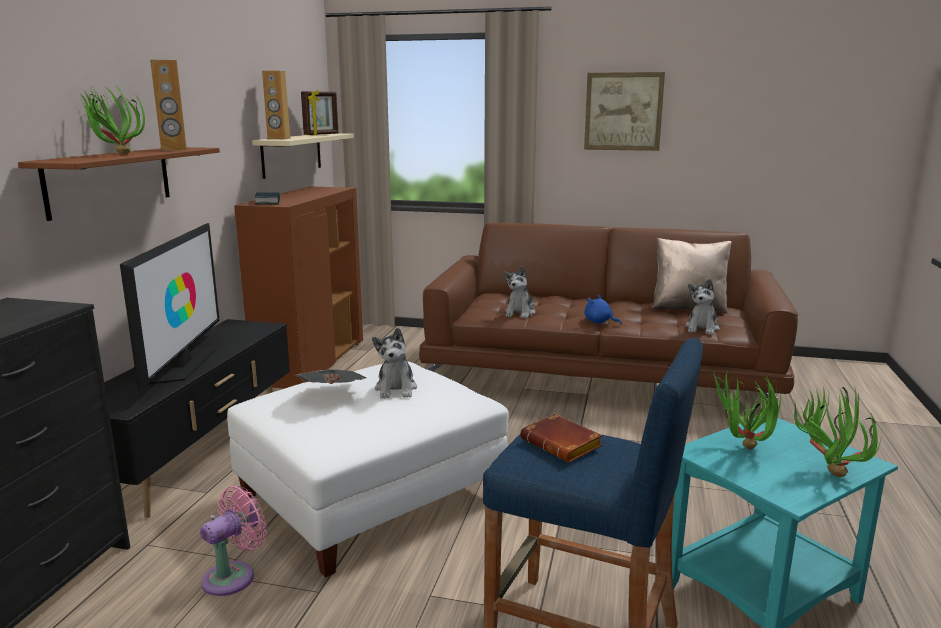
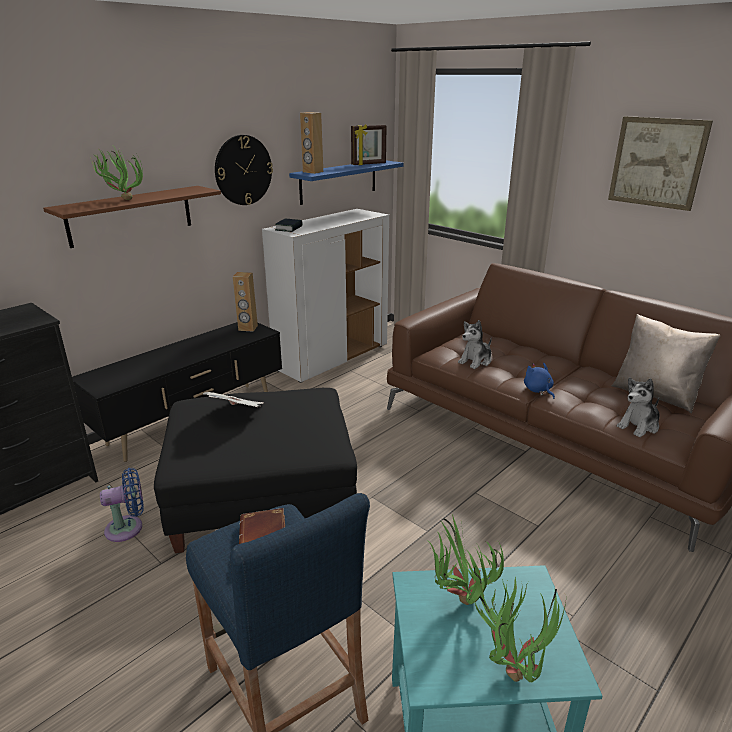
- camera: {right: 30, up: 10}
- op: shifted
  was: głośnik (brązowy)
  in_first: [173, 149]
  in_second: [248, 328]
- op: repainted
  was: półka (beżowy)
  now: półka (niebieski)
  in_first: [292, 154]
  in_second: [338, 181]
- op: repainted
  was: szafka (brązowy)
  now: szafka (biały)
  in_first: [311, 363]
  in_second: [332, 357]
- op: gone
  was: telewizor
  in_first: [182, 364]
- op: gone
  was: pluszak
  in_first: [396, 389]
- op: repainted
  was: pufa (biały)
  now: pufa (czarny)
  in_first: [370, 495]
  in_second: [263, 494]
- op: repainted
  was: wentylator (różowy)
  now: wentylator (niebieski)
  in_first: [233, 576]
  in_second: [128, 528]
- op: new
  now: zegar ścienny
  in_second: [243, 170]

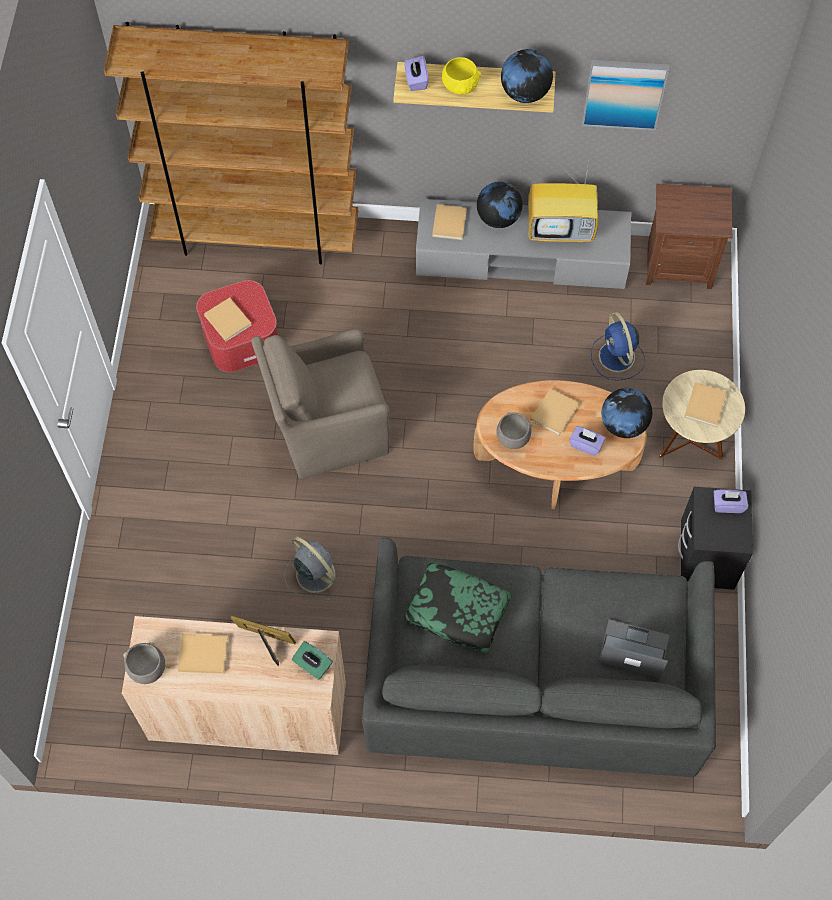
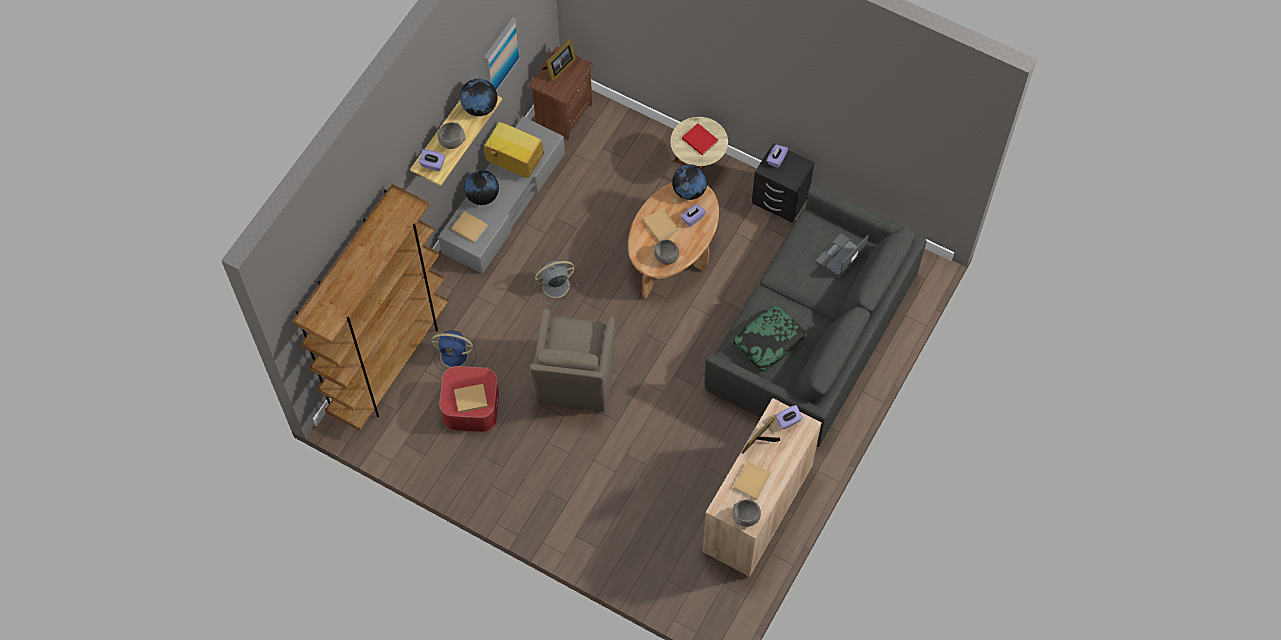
- camera: {right: -65, up: 0}
- op: repainted
  was: miska (żółty)
  now: miska (szary)
  in_first: [460, 86]
  in_second: [452, 141]
- op: rotated
  was: telewizor
  in_first: [561, 229]
  in_second: [513, 163]
  clockwise: -90
- op: shifted
  was: wentylator (niebieski)
  in_first: [617, 358]
  in_second: [455, 355]
- op: repainted
  was: książka (beżowy)
  now: książka (czerwony)
  in_first: [705, 404]
  in_second: [699, 139]
- op: shifted
  was: wentylator (szary)
  in_first: [314, 573]
  in_second: [554, 286]
- op: repainted
  was: pudełko chusteczek (zielony)
  now: pudełko chusteczek (fioletowy)
  in_first: [312, 665]
  in_second: [788, 421]
- op: new
  now: ramka na zdjęcie
  in_second: [559, 68]

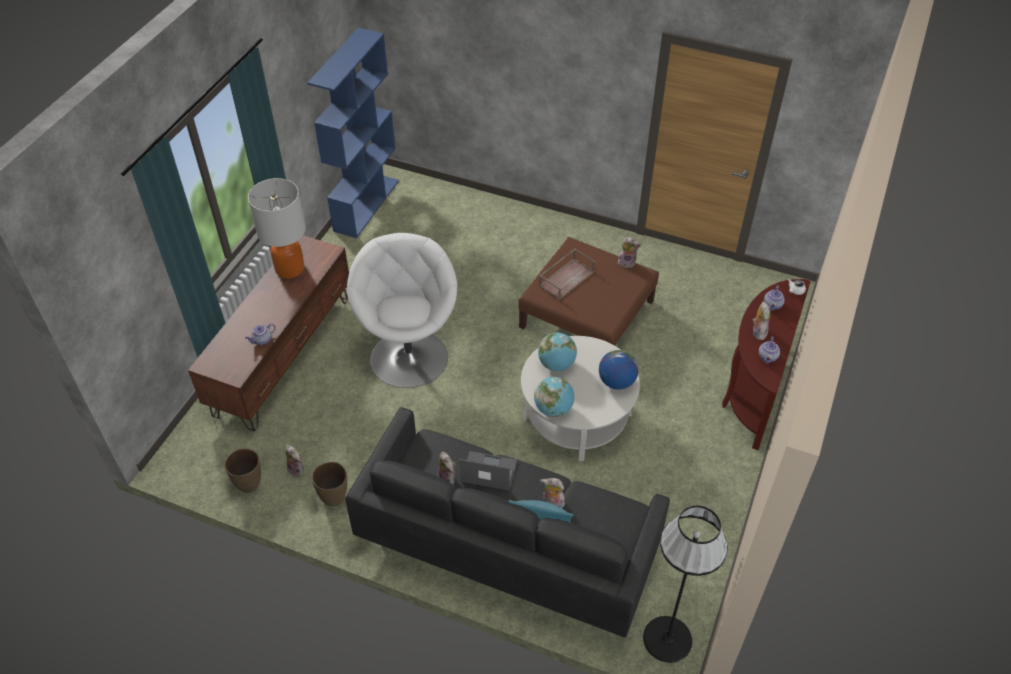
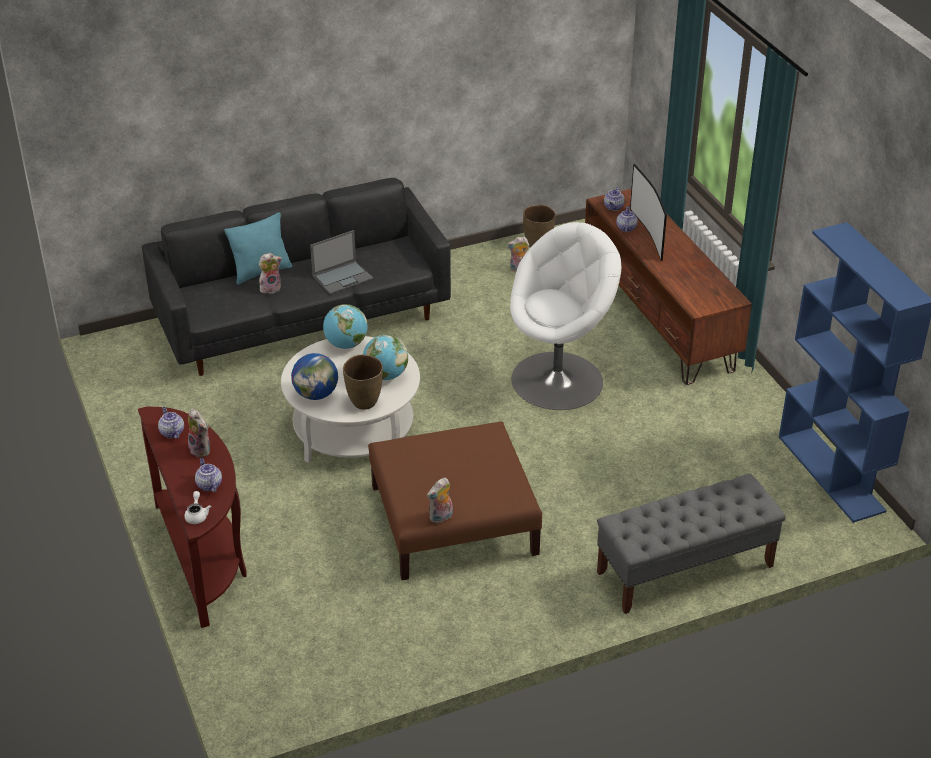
- camera: {right: 135, up: -10}
- op: gone
  was: lampa stołowa
  in_first: [290, 269]
- op: rotated
  was: fotel (biały)
  in_first: [409, 357]
  in_second: [559, 380]
  clockwise: -75
- op: gone
  was: taca (brązowy)
  in_first: [566, 278]
- op: gone
  was: pluszak
  in_first: [448, 479]
- op: shifted
  was: wazon (brązowy)
  in_first: [334, 497]
  in_second: [364, 402]
- op: gone
  was: lampa stojąca (czarny)
  in_first: [667, 639]
- op: new
  now: telewizor
  in_second: [649, 233]
- op: new
  now: imbryk
  in_second: [613, 207]
- op: new
  now: ławka (szary)
  in_second: [684, 569]

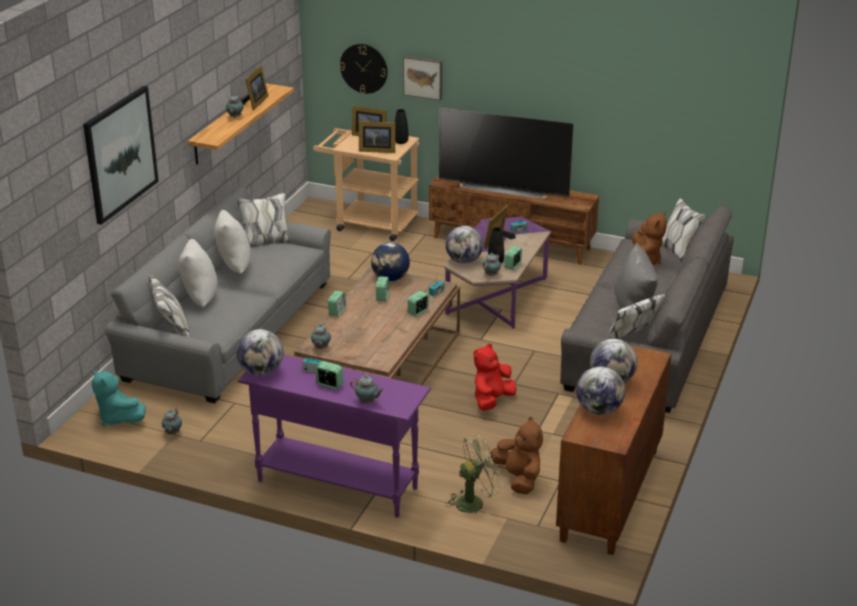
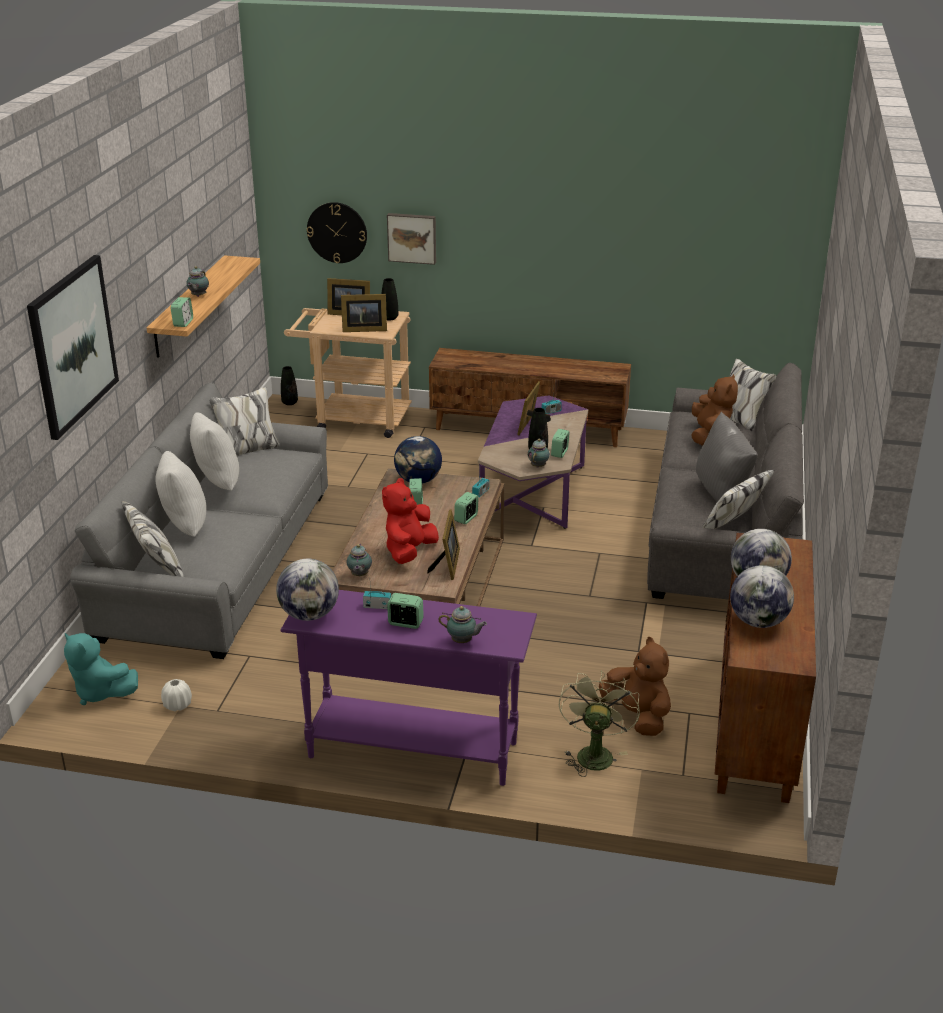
- camera: {right: -10, up: 0}
- op: shifted
  was: ramka na zdjęcie
  in_first: [255, 103]
  in_second: [447, 565]
- op: gone
  was: telewizor
  in_first: [504, 188]
- op: gone
  was: globus
  in_first: [464, 261]
- op: shifted
  was: budzik
  in_first: [337, 312]
  in_second: [183, 323]
- op: shifted
  was: pluszak (czerwony)
  in_first: [492, 400]
  in_second: [409, 552]
- op: swapped
  was: imbryk
  now: wazon (biały)
  in_first: [172, 433]
  in_second: [177, 705]
- op: rotated
  was: wentylator (zielony)
  in_first: [475, 502]
  in_second: [594, 753]
  clockwise: -45
- op: new
  now: wazon (czarny)
  in_second: [289, 403]

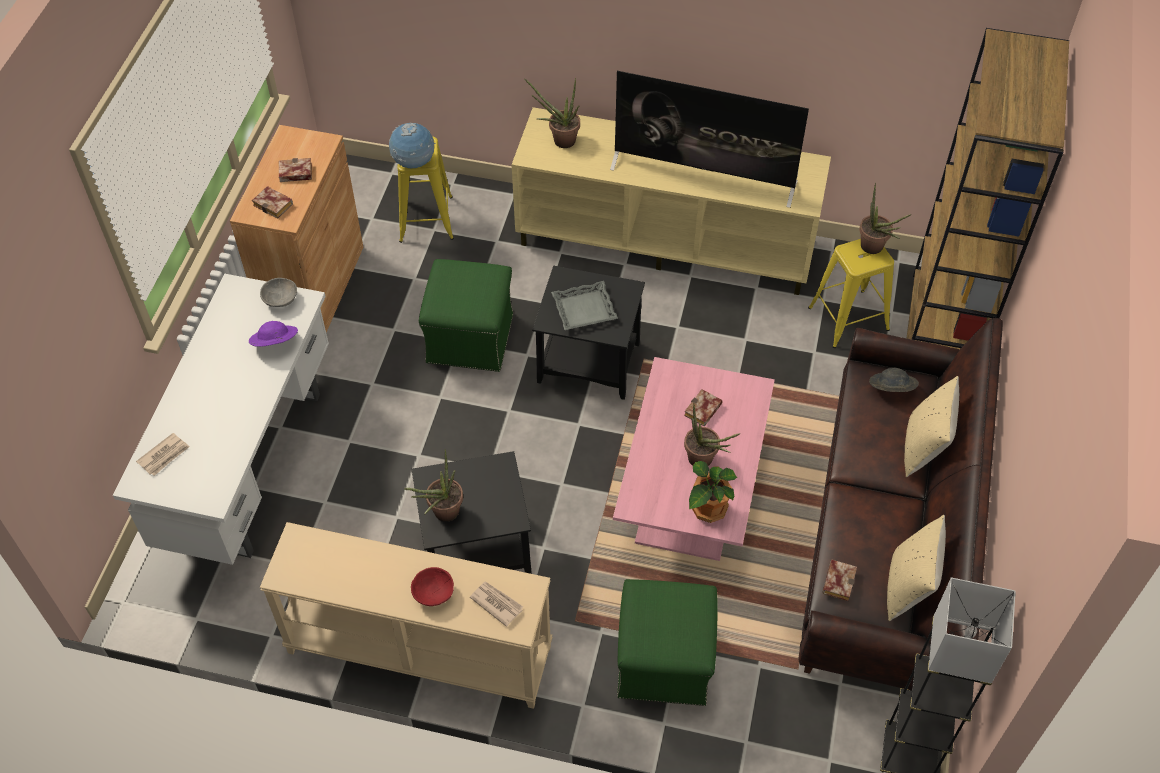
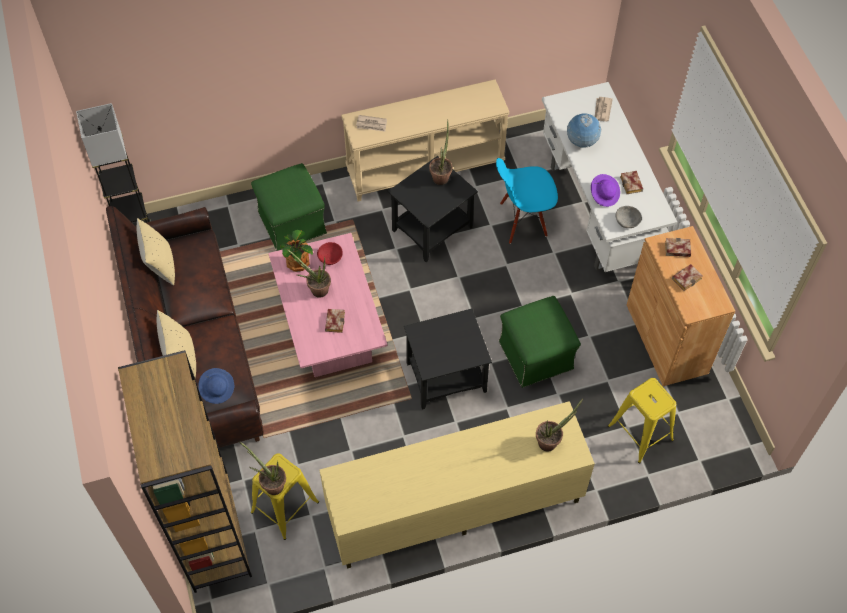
- camera: {right: 150, up: 5}
- op: gone
  was: telewizor
  in_first: [704, 175]
- op: shifted
  was: globus
  in_first: [414, 163]
  in_second: [581, 142]
- op: gone
  was: taca (szary)
  in_first: [584, 310]
- op: repainted
  was: kapelusz (szary)
  now: kapelusz (niebieski)
  in_first: [891, 389]
  in_second: [217, 389]
- op: shifted
  was: książka
  in_first: [838, 580]
  in_second: [632, 185]
- op: shifted
  was: miska (czerwony)
  in_first: [433, 593]
  in_second: [330, 257]
- op: new
  now: krzesło (niebieski)
  in_second: [522, 221]

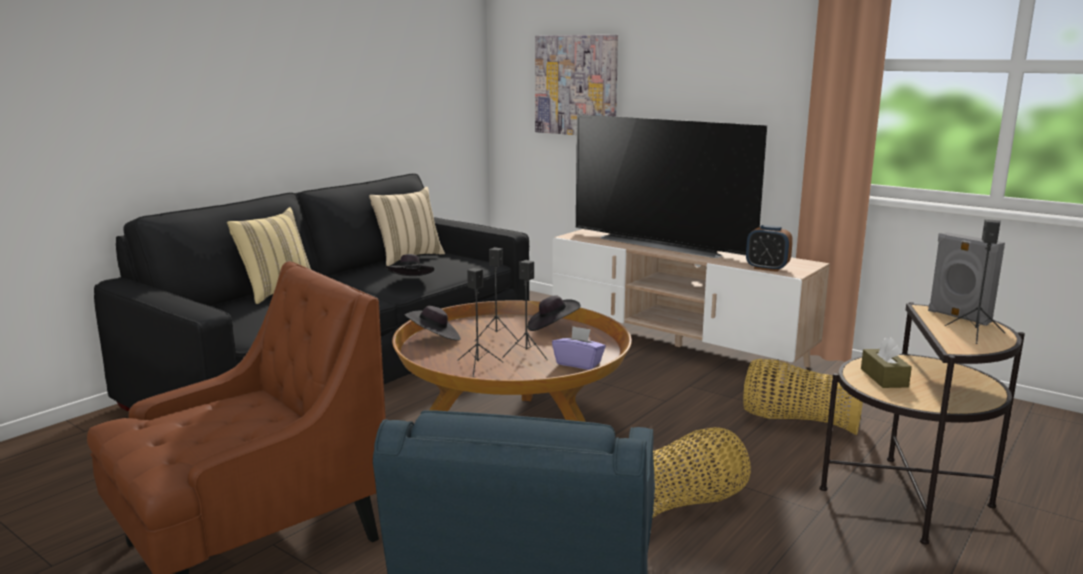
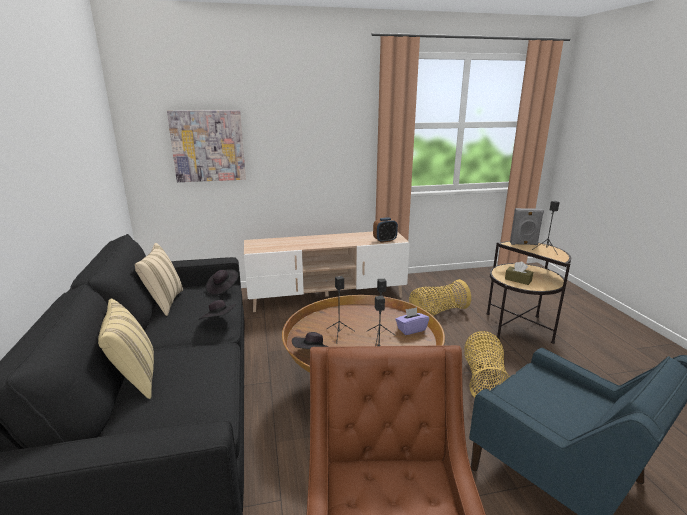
- camera: {right: -50, up: 5}
- op: gone
  was: telewizor
  in_first: [663, 244]
- op: shifted
  was: kapelusz (czarny)
  in_first: [552, 327]
  in_second: [222, 289]

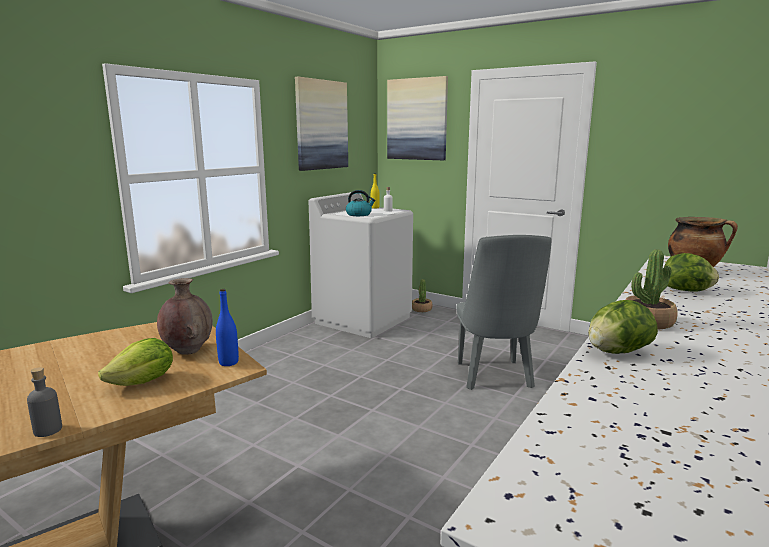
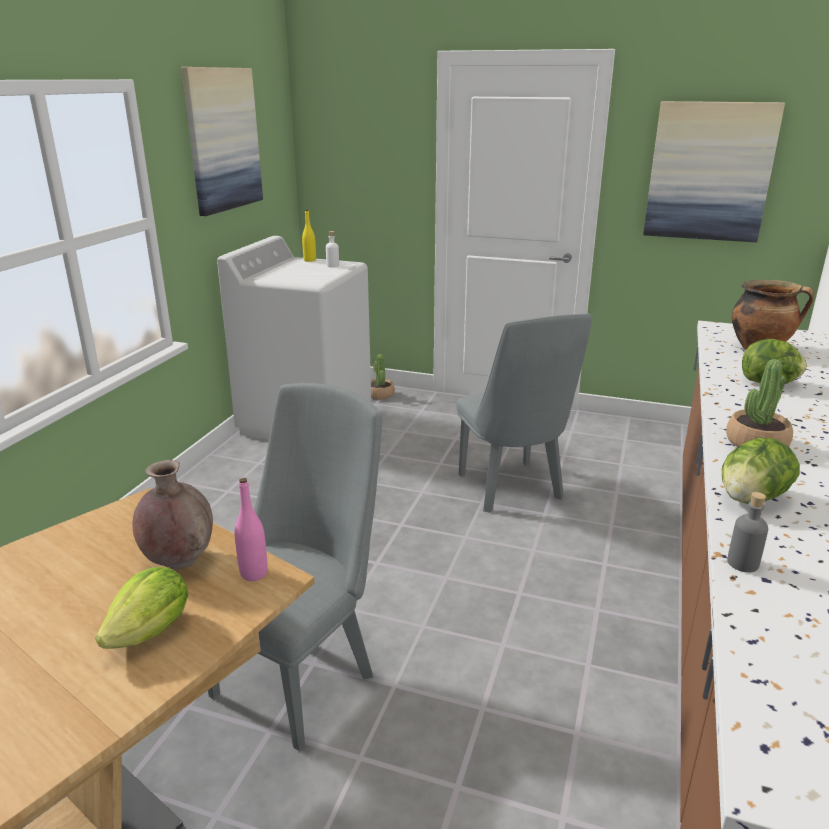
- camera: {right: -15, up: 10}
- op: shifted
  was: obraz
  in_first: [417, 119]
  in_second: [709, 172]
- op: gone
  was: czajnik
  in_first: [359, 214]
- op: repainted
  was: butelka (niebieski)
  now: butelka (różowy)
  in_first: [228, 362]
  in_second: [254, 573]
- op: shifted
  was: butelka (szary)
  in_first: [48, 430]
  in_second: [742, 563]
- op: new
  now: krzesło (szary)
  in_second: [301, 675]

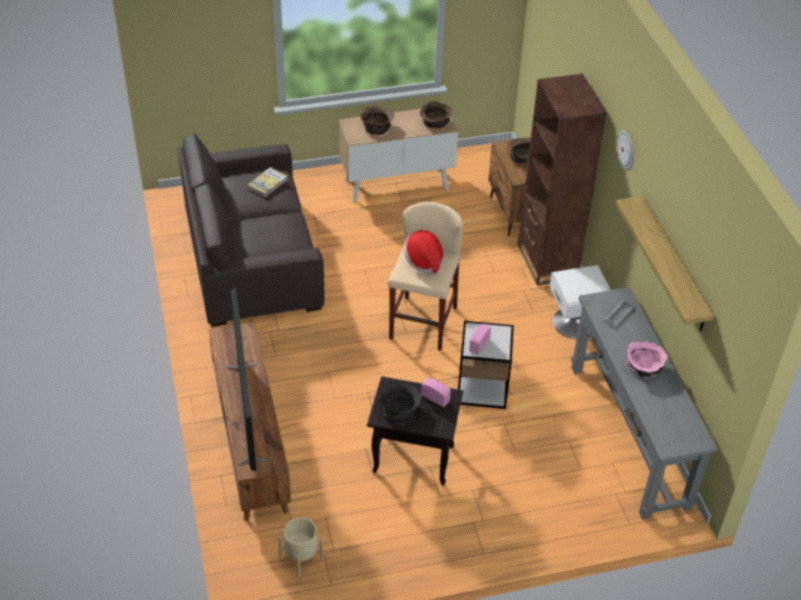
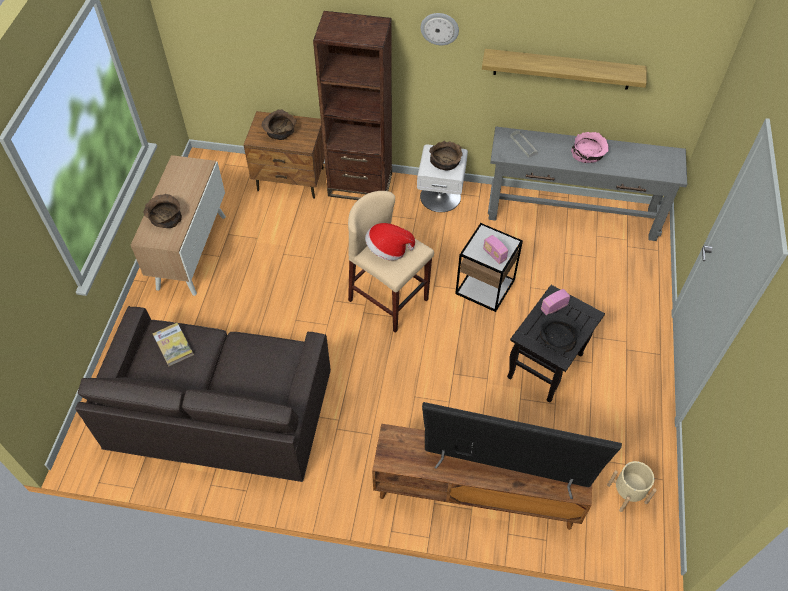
- camera: {right: -65, up: 10}
- op: shifted
  was: miska (brązowy)
  in_first: [435, 122]
  in_second: [445, 162]

